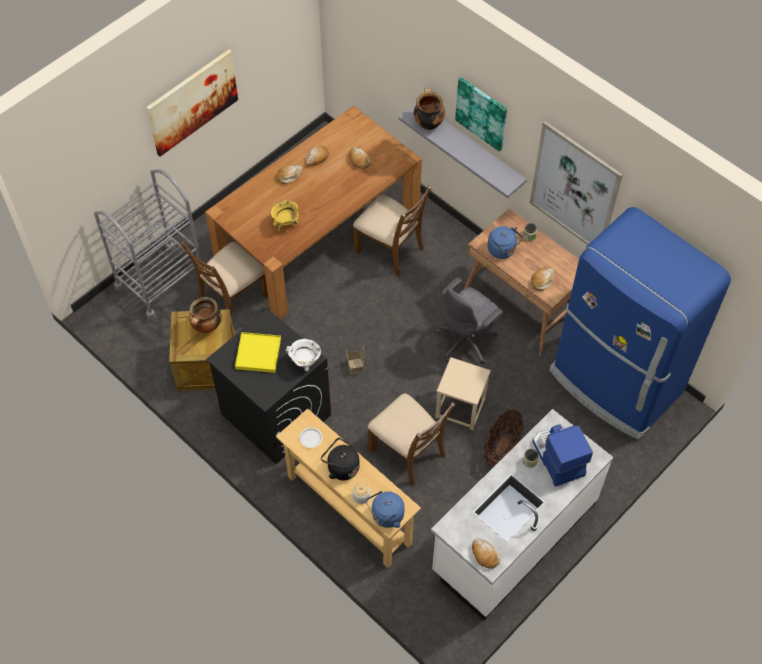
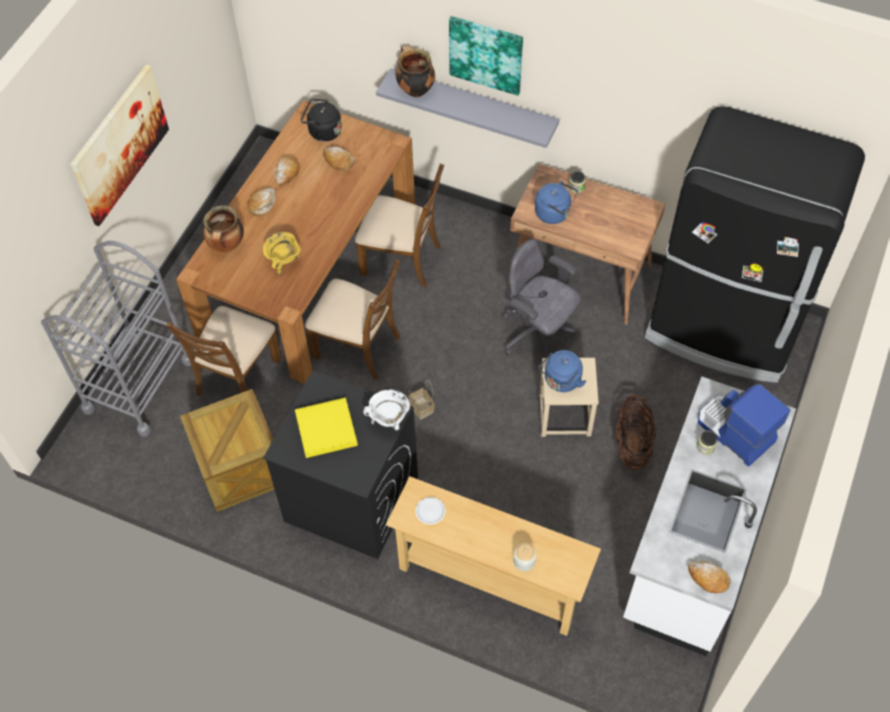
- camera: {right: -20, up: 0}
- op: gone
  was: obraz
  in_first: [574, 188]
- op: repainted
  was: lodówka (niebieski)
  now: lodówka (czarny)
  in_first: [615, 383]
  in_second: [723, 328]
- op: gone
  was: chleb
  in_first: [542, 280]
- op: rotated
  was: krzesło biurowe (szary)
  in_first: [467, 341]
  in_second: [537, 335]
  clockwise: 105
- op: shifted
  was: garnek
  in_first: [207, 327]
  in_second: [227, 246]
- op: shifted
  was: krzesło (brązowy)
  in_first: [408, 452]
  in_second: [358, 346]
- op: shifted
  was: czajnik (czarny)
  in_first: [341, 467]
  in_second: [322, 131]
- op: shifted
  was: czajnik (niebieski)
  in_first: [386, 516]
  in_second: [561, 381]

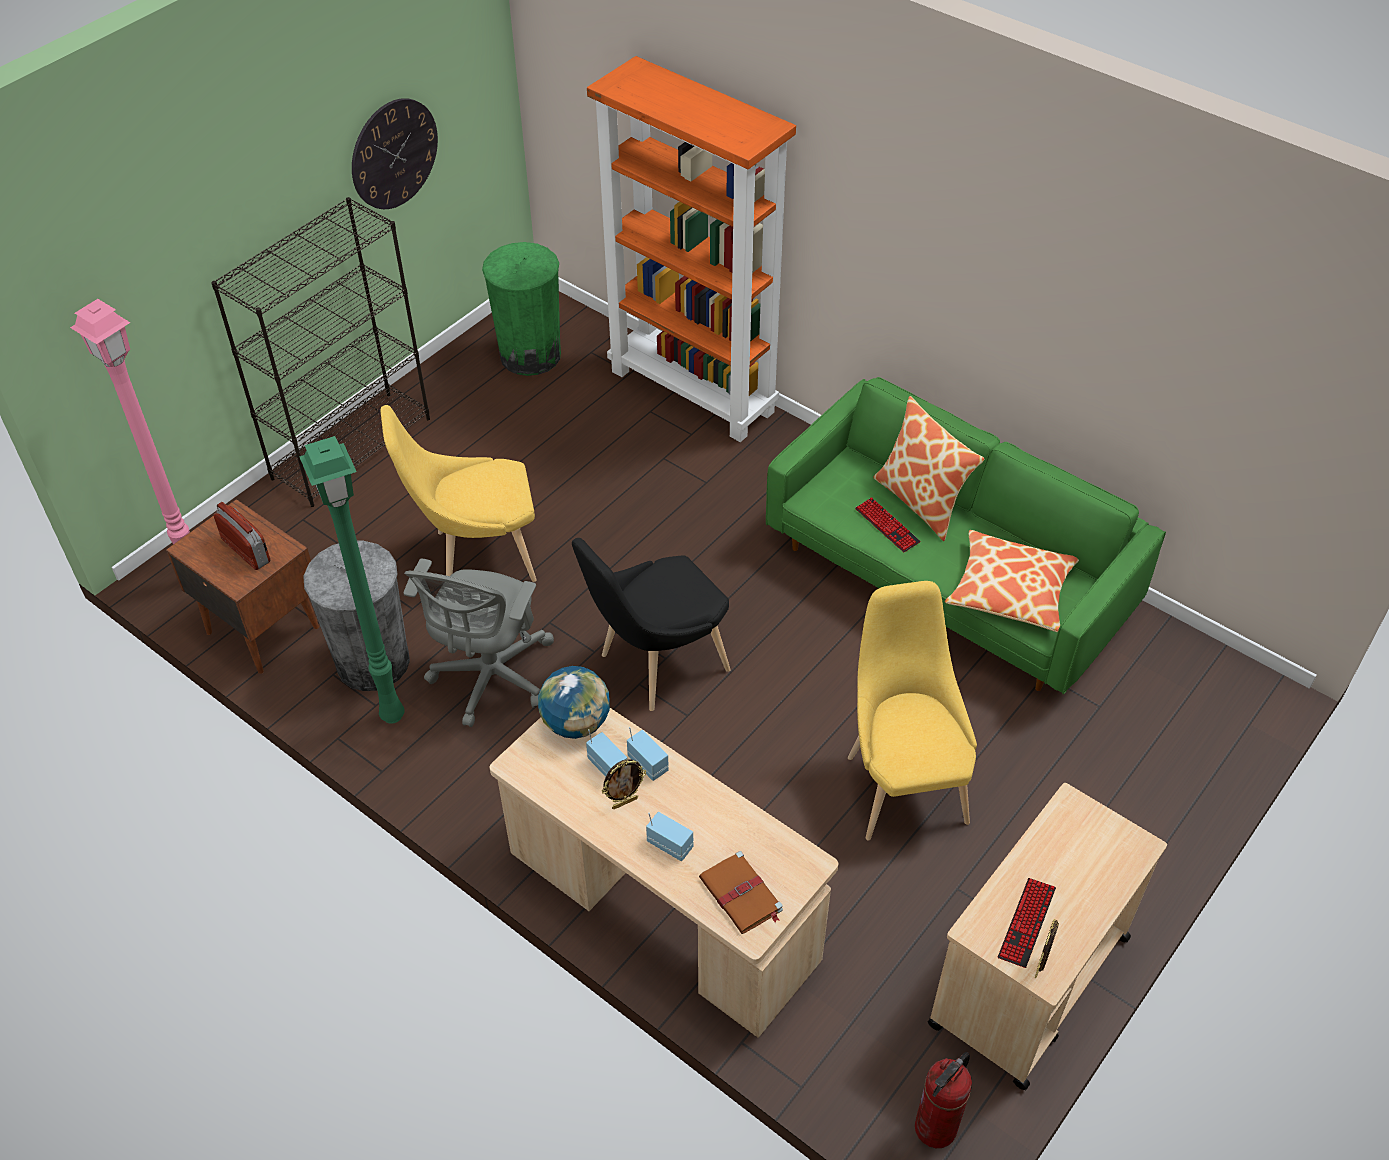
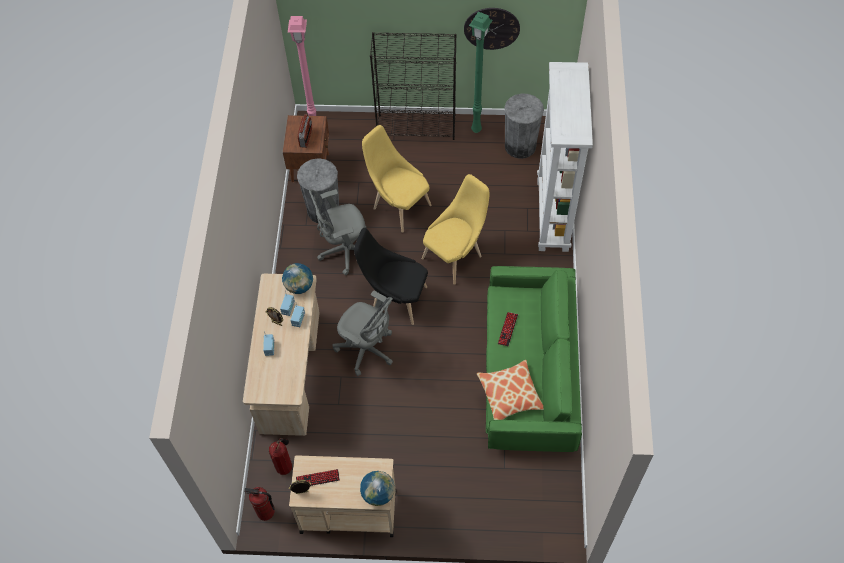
- camera: {right: 55, up: 10}
- op: repainted
  was: regał (pomarańczowy)
  now: regał (biały)
  in_first: [694, 391]
  in_second: [553, 215]
- op: repainted
  was: kosz na śmieci (zielony)
  now: kosz na śmieci (szary)
  in_first: [530, 355]
  in_second: [520, 146]
- op: gone
  was: poduszka
  in_first: [921, 501]
- op: shifted
  was: lampa stojąca (zielony)
  in_first: [394, 716]
  in_second: [476, 130]
- op: shifted
  was: krzesło (żółty)
  in_first: [902, 782]
  in_second: [455, 255]
- op: gone
  was: książka (brązowy)
  in_first: [741, 895]
- op: new
  now: krzesło biurowe (szary)
  in_second: [367, 350]
- op: new
  now: gaśnica
  in_second: [284, 466]
- op: new
  now: globus
  in_second: [378, 494]

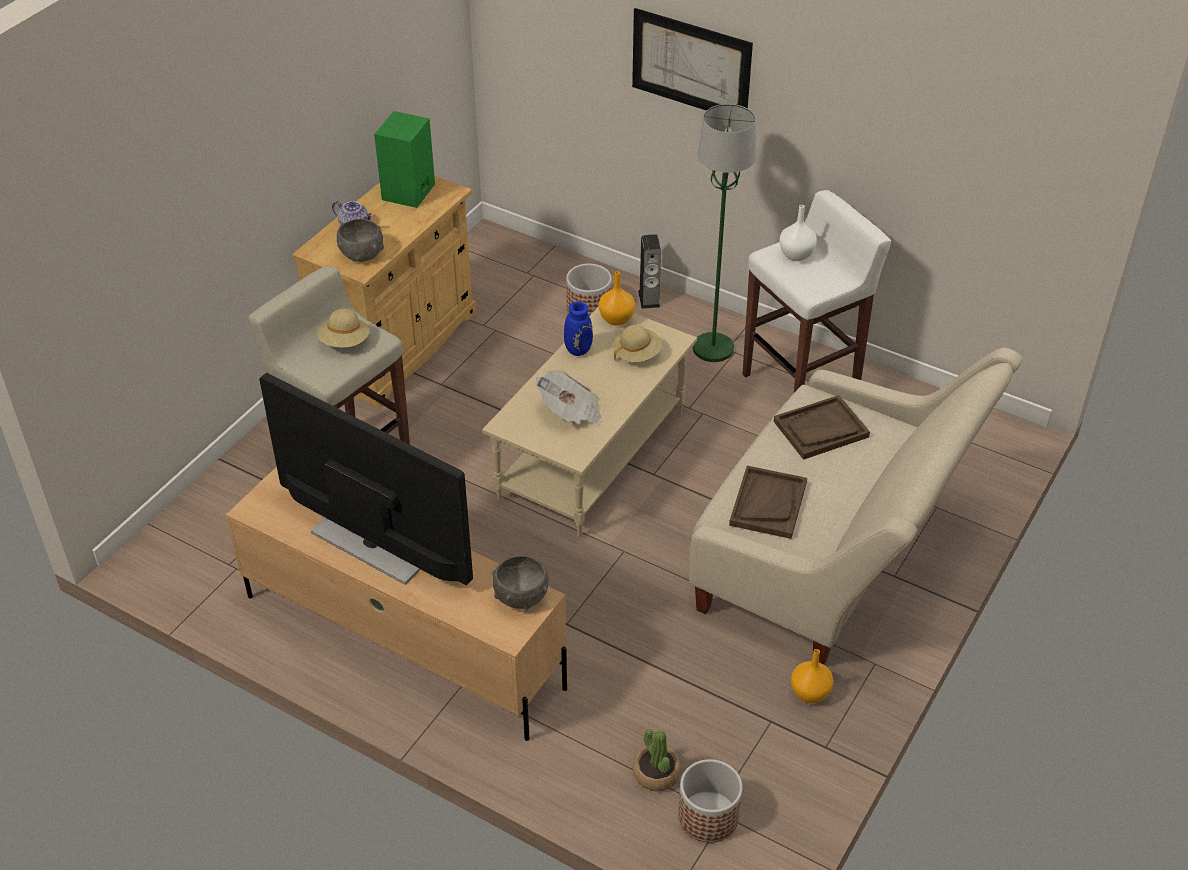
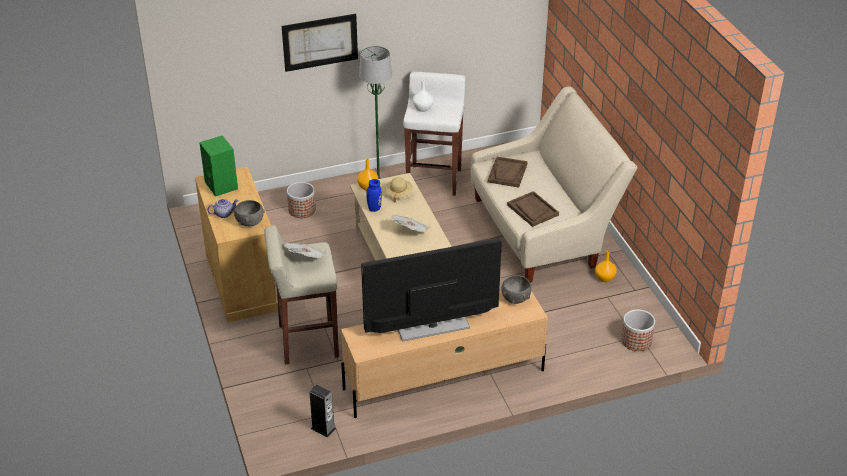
- camera: {right: -50, up: -5}
- op: shifted
  was: głośnik
  in_first: [649, 299]
  in_second: [323, 428]
- op: swapped
  was: kapelusz (beżowy)
  now: gazeta
  in_first: [345, 342]
  in_second: [307, 258]
- op: gone
  was: roślina doniczkowa
  in_first: [656, 774]

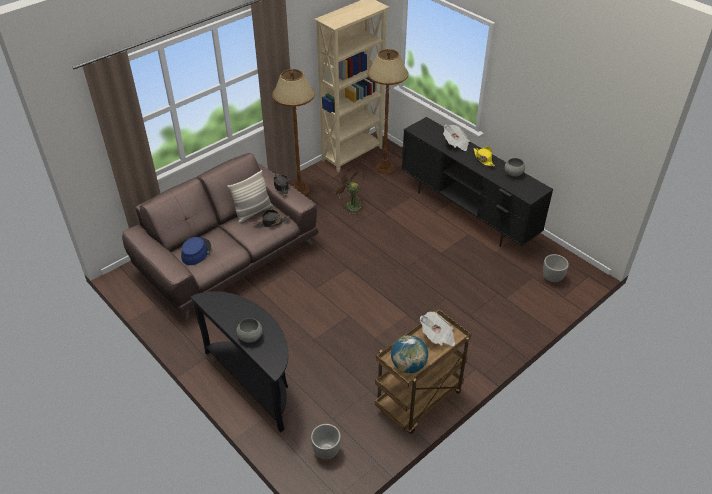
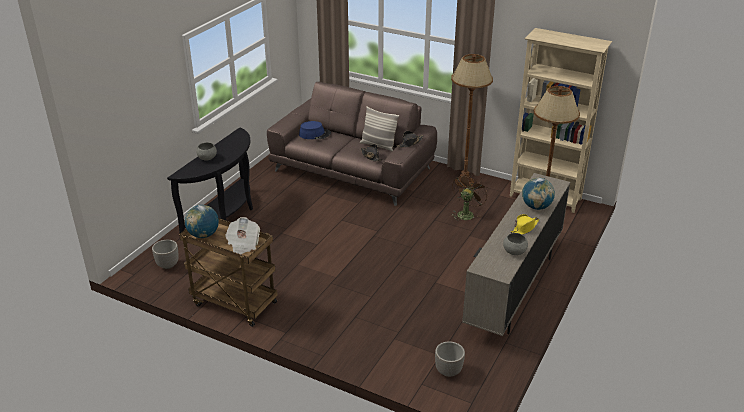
- camera: {right: 70, up: -10}
- op: repainted
  was: szafka pod telewizor (czarny)
  now: szafka pod telewizor (beżowy)
  in_first: [467, 213]
  in_second: [513, 290]
- op: swapped
  was: gazeta
  now: globus
  in_first: [456, 144]
  in_second: [536, 207]

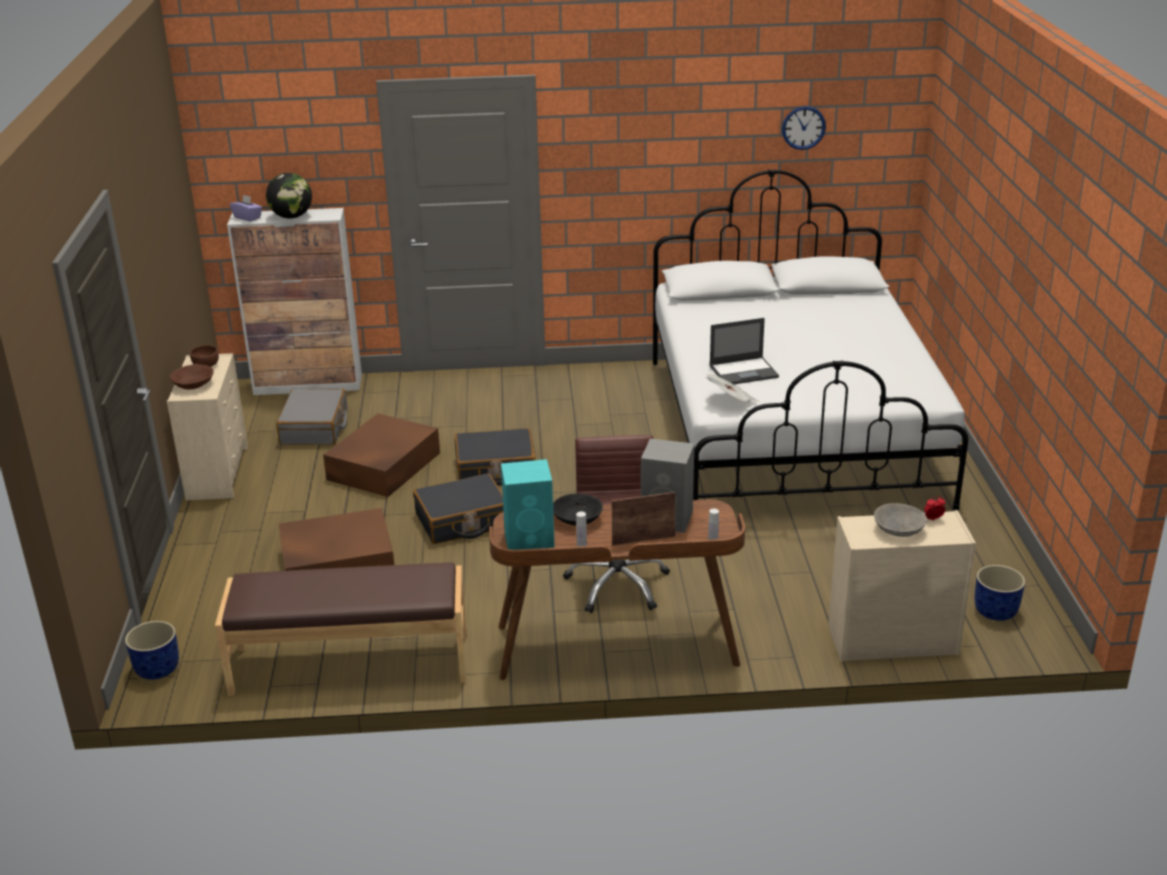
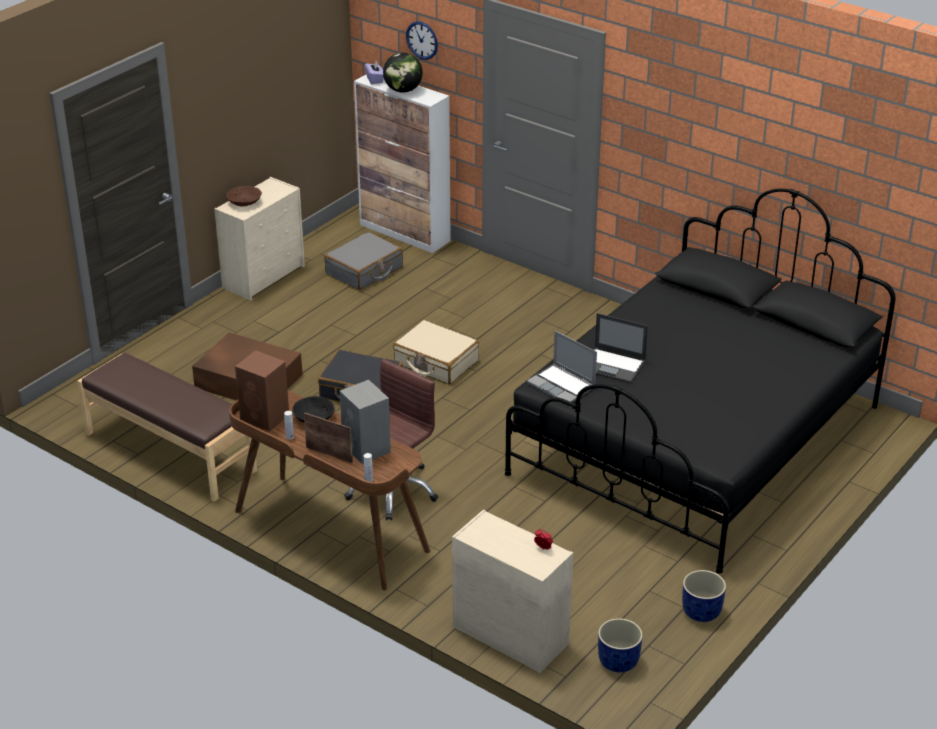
- camera: {right: 40, up: 5}
- op: shifted
  was: zegar ścienny
  in_first: [803, 127]
  in_second: [422, 40]
- op: repainted
  was: łóżko (biały)
  now: łóżko (czarny)
  in_first: [791, 430]
  in_second: [696, 441]
- op: gone
  was: miska (brązowy)
  in_first: [206, 364]
- op: swapped
  was: gazeta
  now: laptop
  in_first: [731, 402]
  in_second: [562, 386]
- op: gone
  was: pojemnik do przechowywania (brązowy)
  in_first: [382, 466]
- op: repainted
  was: walizka (czarny)
  now: walizka (beżowy)
  in_first: [495, 469]
  in_second: [436, 362]
- op: repainted
  was: głośnik (turkusowy)
  now: głośnik (brązowy)
  in_first: [530, 541]
  in_second: [265, 417]
- op: gone
  was: miska (szary)
  in_first: [898, 529]
- op: shifted
  was: donica (niebieski)
  in_first: [158, 668]
  in_second: [702, 611]

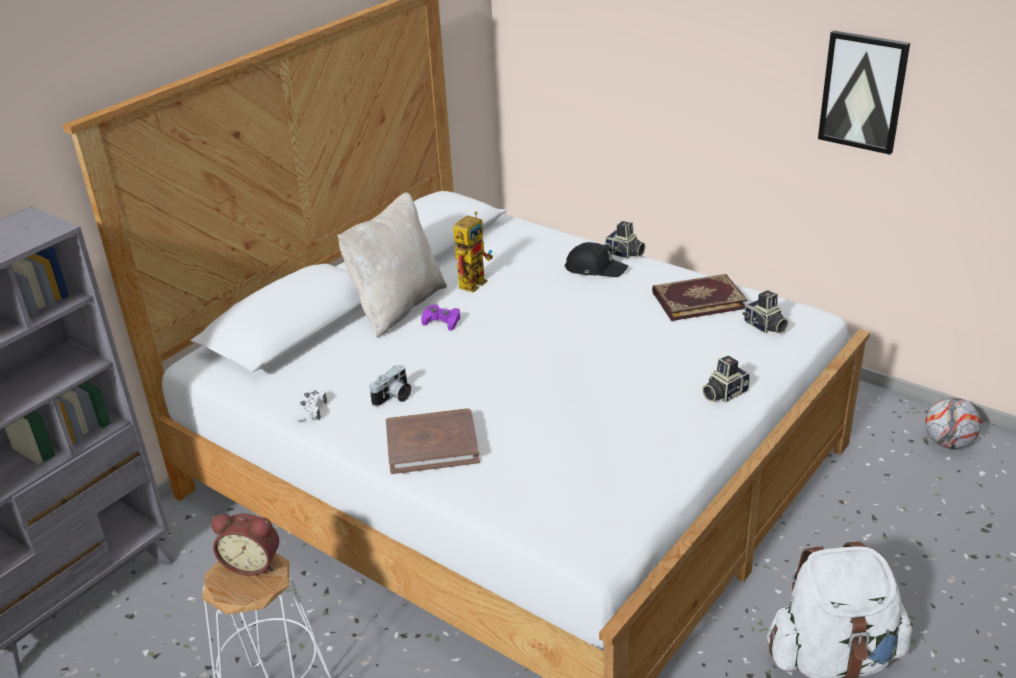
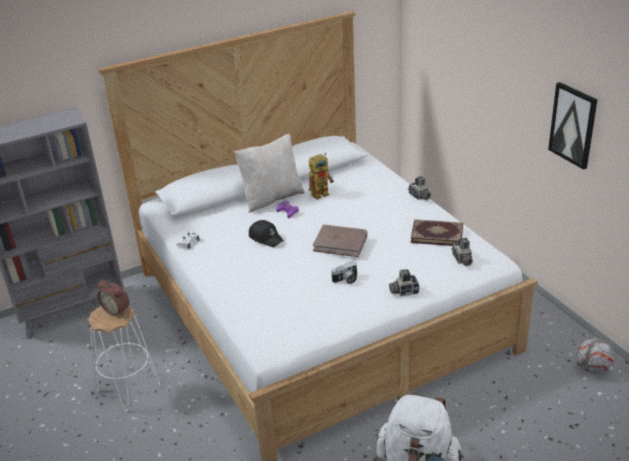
- camera: {right: 25, up: 0}
- op: shifted
  was: czapka z daszkiem (czarny)
  in_first: [595, 268]
  in_second: [266, 238]
- op: shifted
  was: aparat fotograficzny
  in_first: [394, 397]
  in_second: [346, 280]
- op: shifted
  was: książka (brązowy)
  in_first: [432, 445]
  in_second: [340, 243]

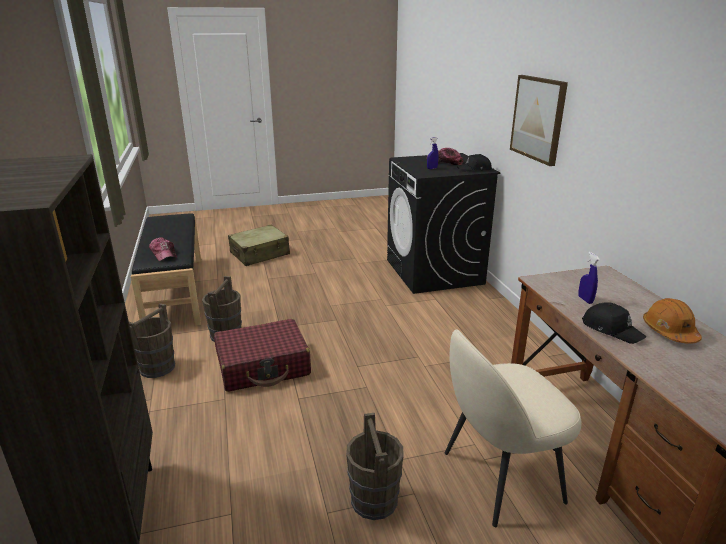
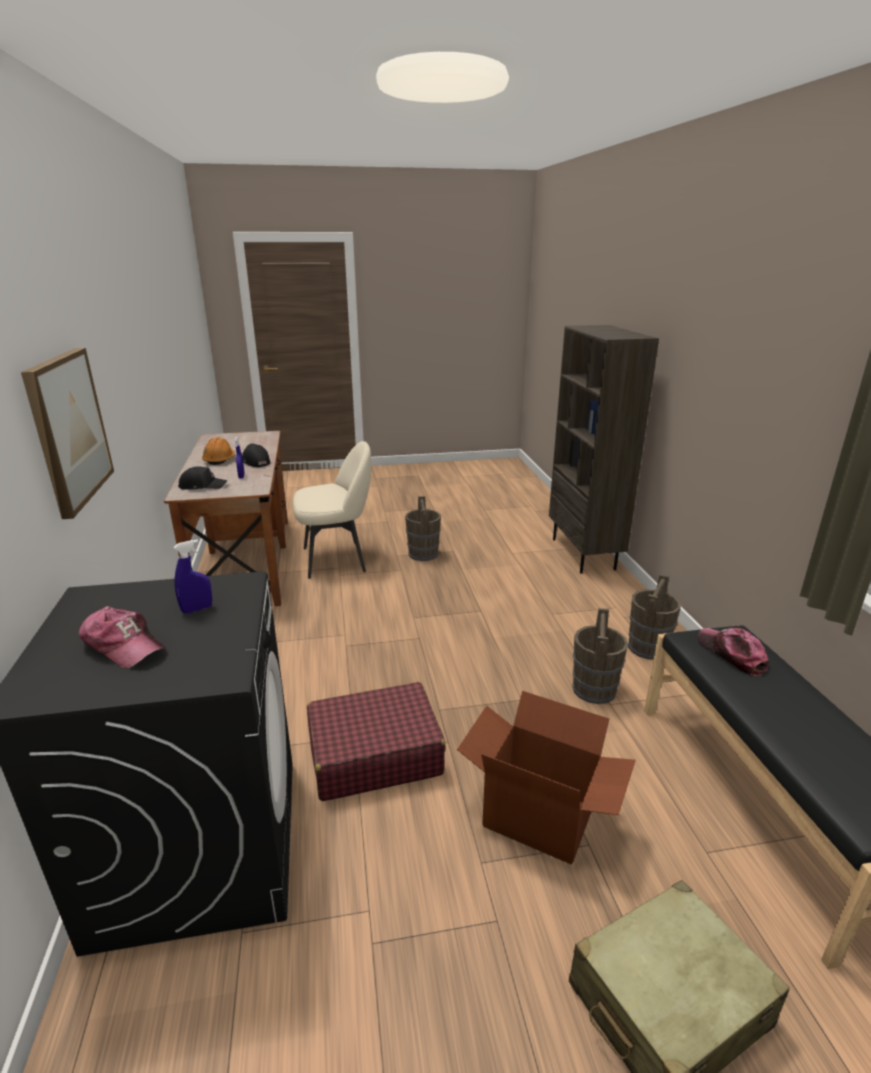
- camera: {right: -175, up: 0}
- op: shifted
  was: czapka z daszkiem (czarny)
  in_first: [474, 169]
  in_second: [202, 486]
- op: shifted
  was: walizka (czerwony)
  in_first: [263, 366]
  in_second: [374, 754]
- op: new
  now: karton
  in_second: [539, 815]

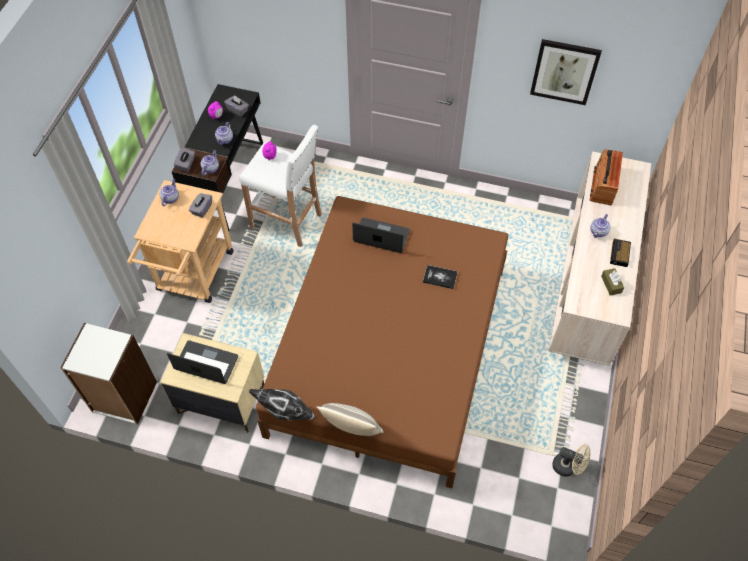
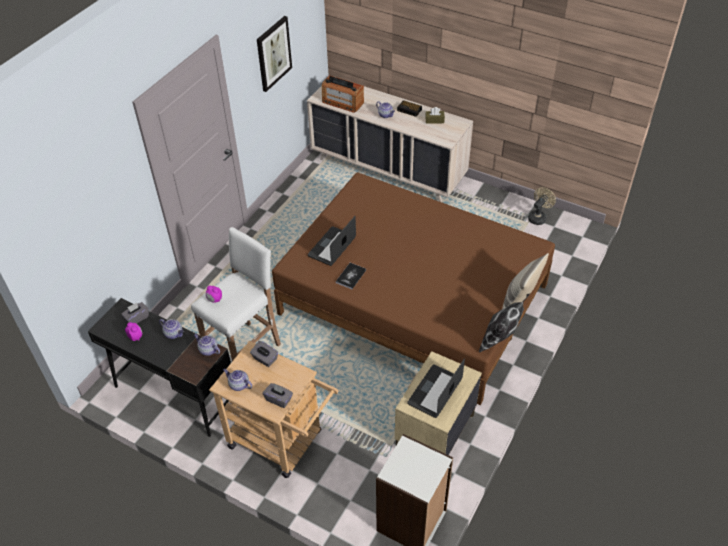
- camera: {right: -75, up: -10}
- op: shifted
  was: pudełko chusteczek (szary)
  in_first: [186, 164]
  in_second: [279, 399]
- op: shifted
  was: książka
  in_first: [440, 277]
  in_second: [351, 276]

